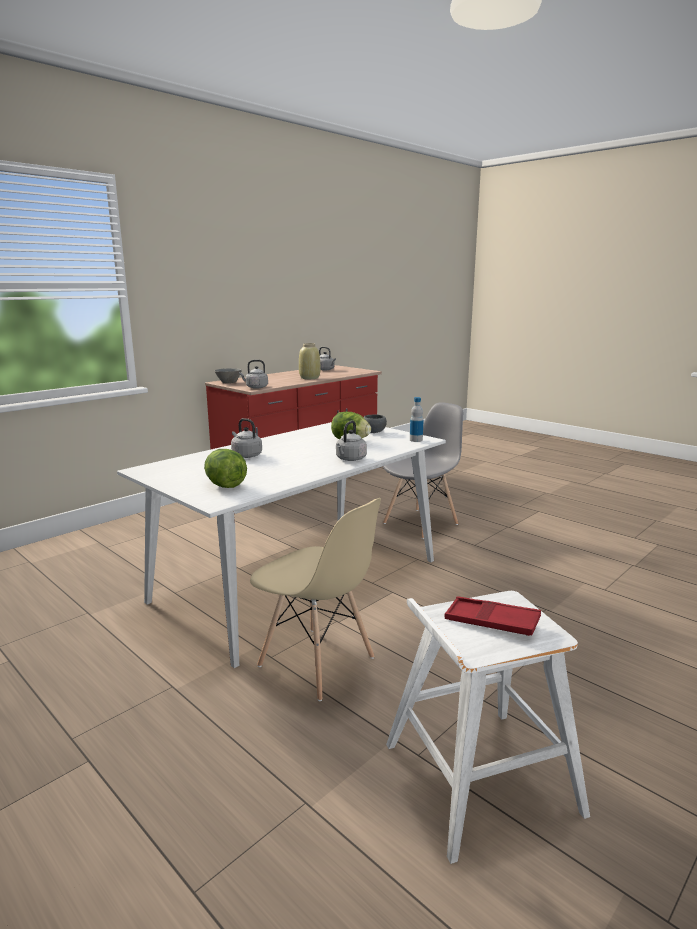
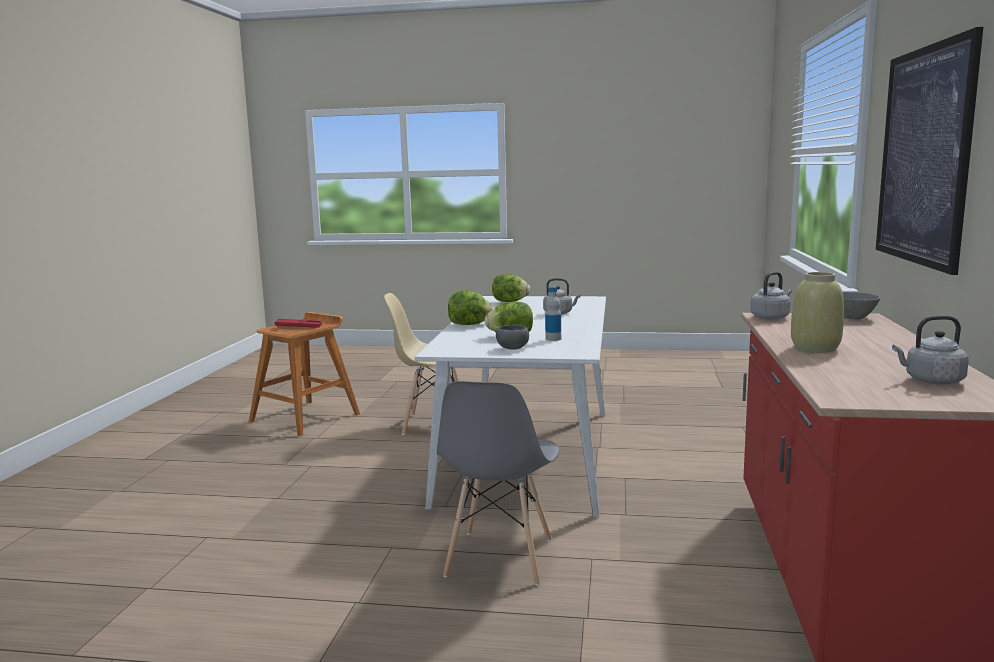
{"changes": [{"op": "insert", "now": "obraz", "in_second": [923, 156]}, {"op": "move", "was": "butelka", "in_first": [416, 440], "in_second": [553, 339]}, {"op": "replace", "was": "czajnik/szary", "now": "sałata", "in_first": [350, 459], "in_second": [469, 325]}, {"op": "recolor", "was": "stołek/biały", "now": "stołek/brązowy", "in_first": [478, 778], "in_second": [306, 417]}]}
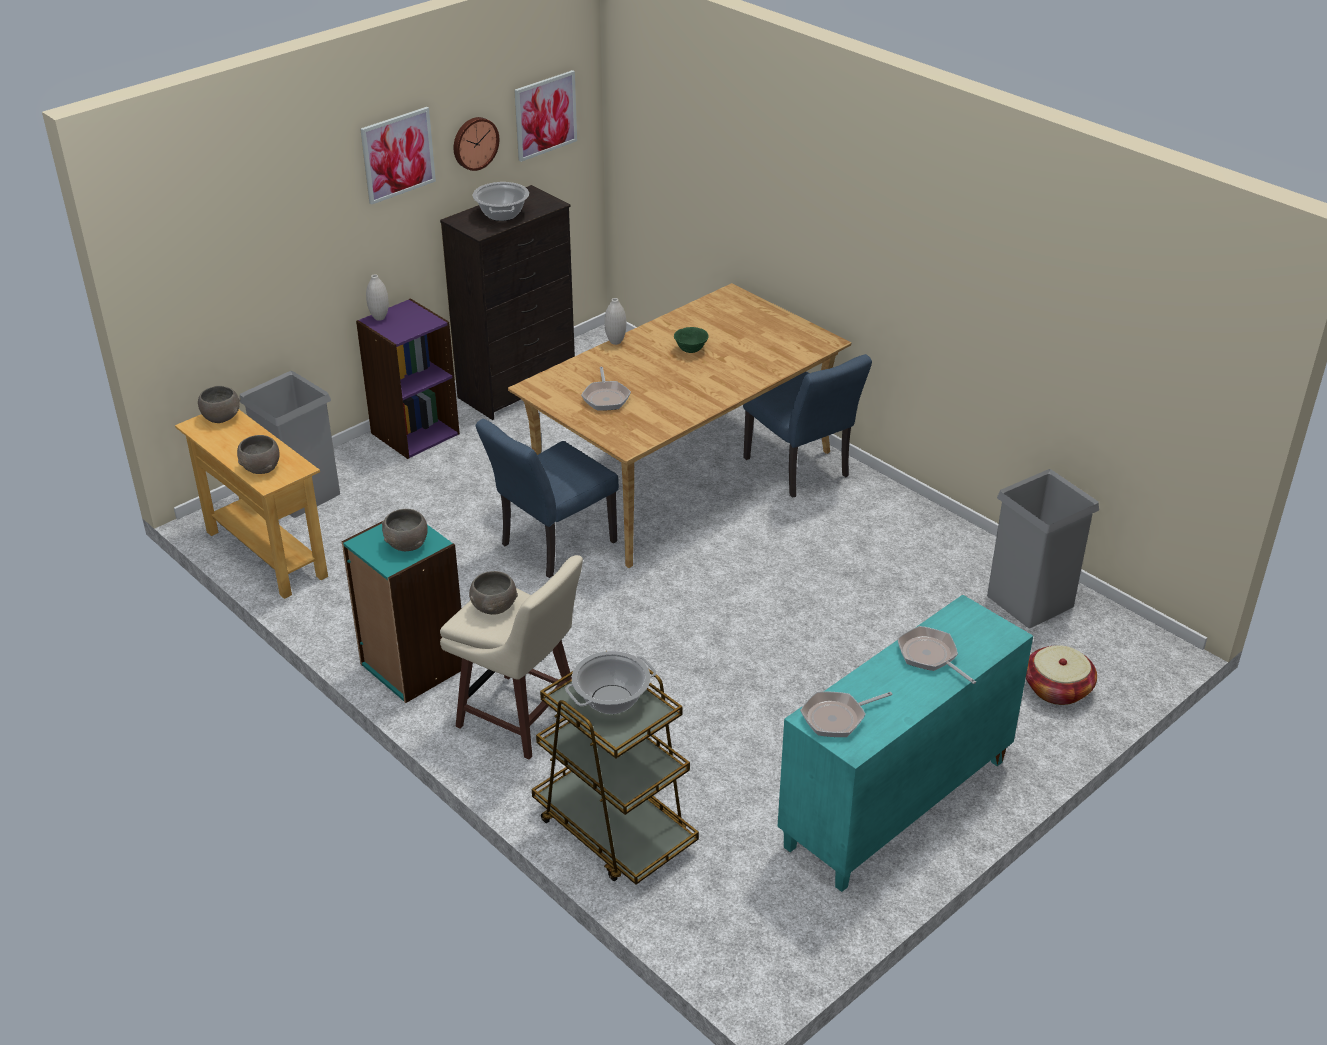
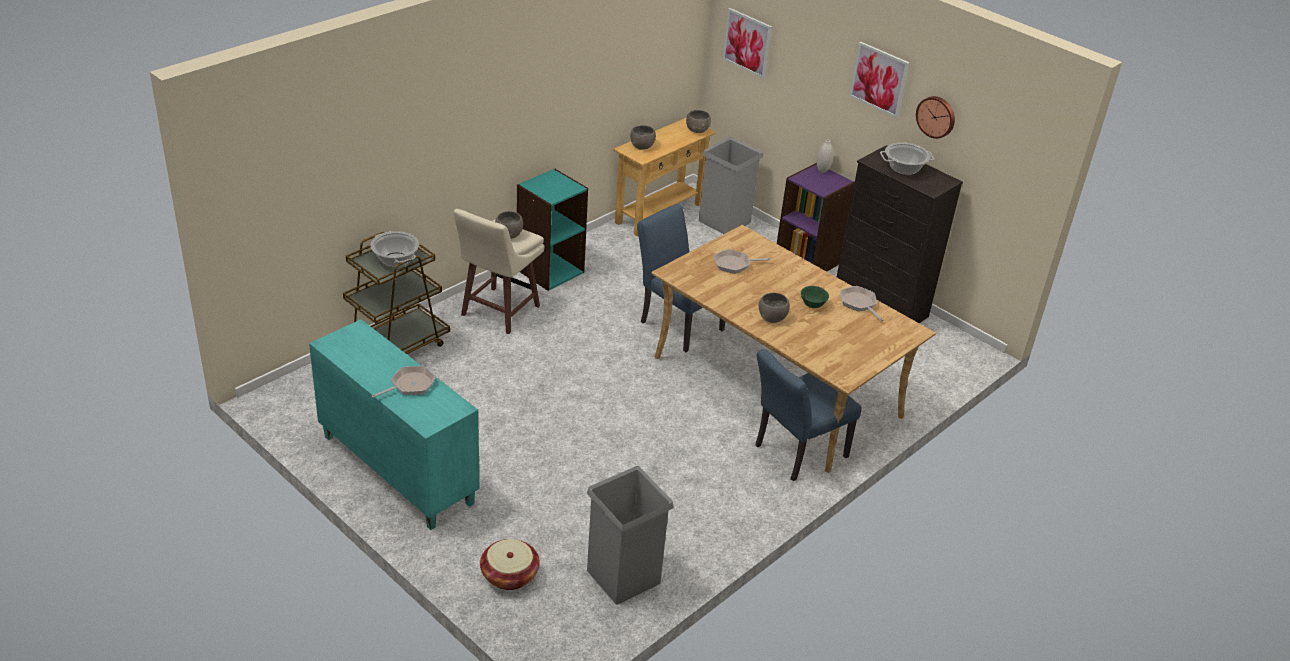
{"changes": [{"op": "delete", "was": "wazon/biały", "in_first": [615, 342]}, {"op": "move", "was": "miska/szary", "in_first": [406, 544], "in_second": [772, 317]}, {"op": "move", "was": "obraz", "in_first": [545, 115], "in_second": [747, 42]}, {"op": "move", "was": "patelnia", "in_first": [837, 717], "in_second": [859, 303]}]}
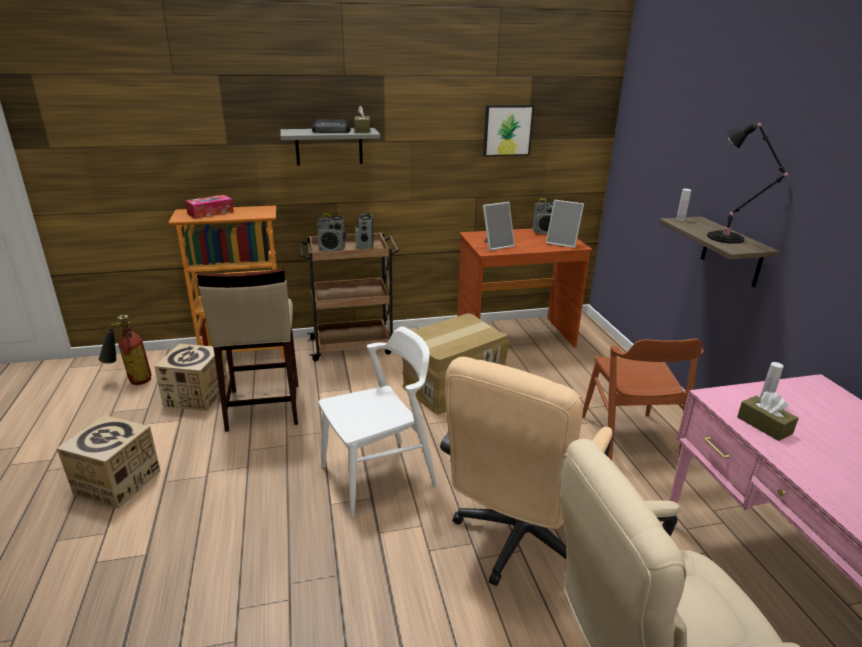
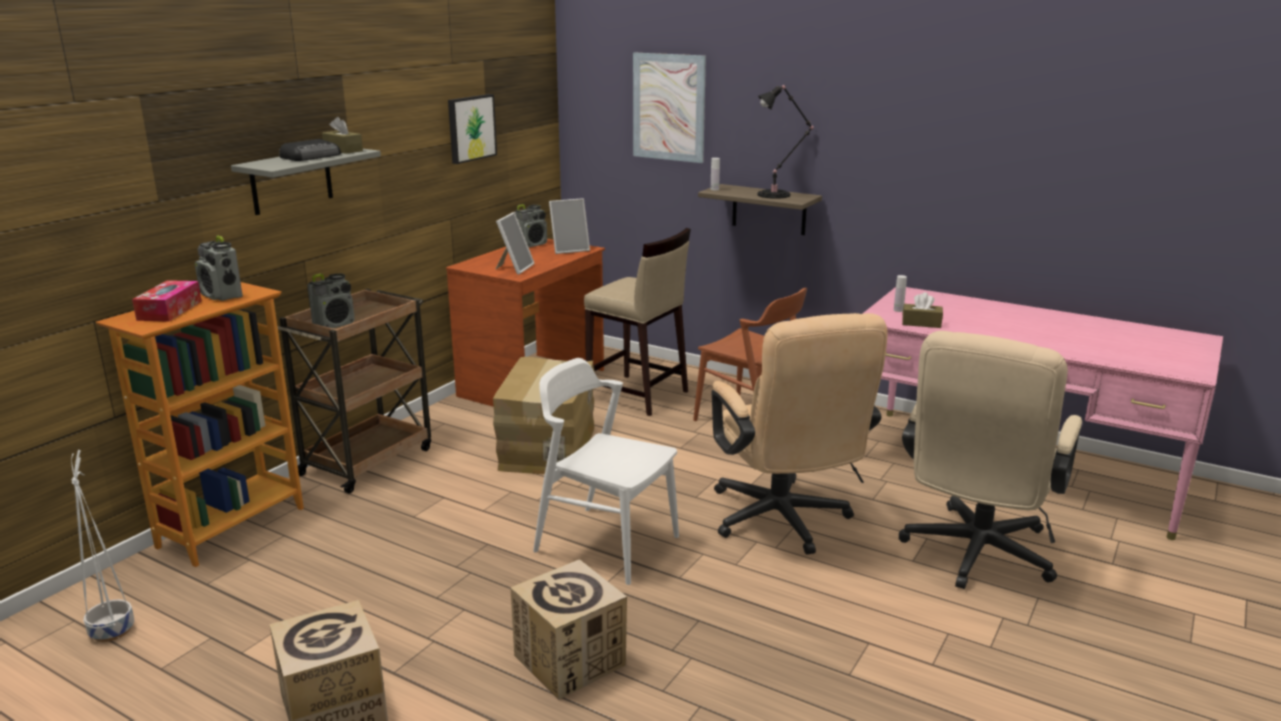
{"changes": [{"op": "insert", "now": "obraz", "in_second": [669, 107]}, {"op": "move", "was": "karton", "in_first": [196, 396], "in_second": [570, 660]}, {"op": "move", "was": "stołek/beżowy", "in_first": [262, 407], "in_second": [637, 395]}, {"op": "move", "was": "radio", "in_first": [365, 246], "in_second": [221, 296]}, {"op": "replace", "was": "gaśnica", "now": "donica/biały", "in_first": [131, 381], "in_second": [112, 630]}, {"op": "rotate", "was": "krzesło/biały", "in_first": [378, 475], "in_second": [606, 543], "clockwise": -75}]}
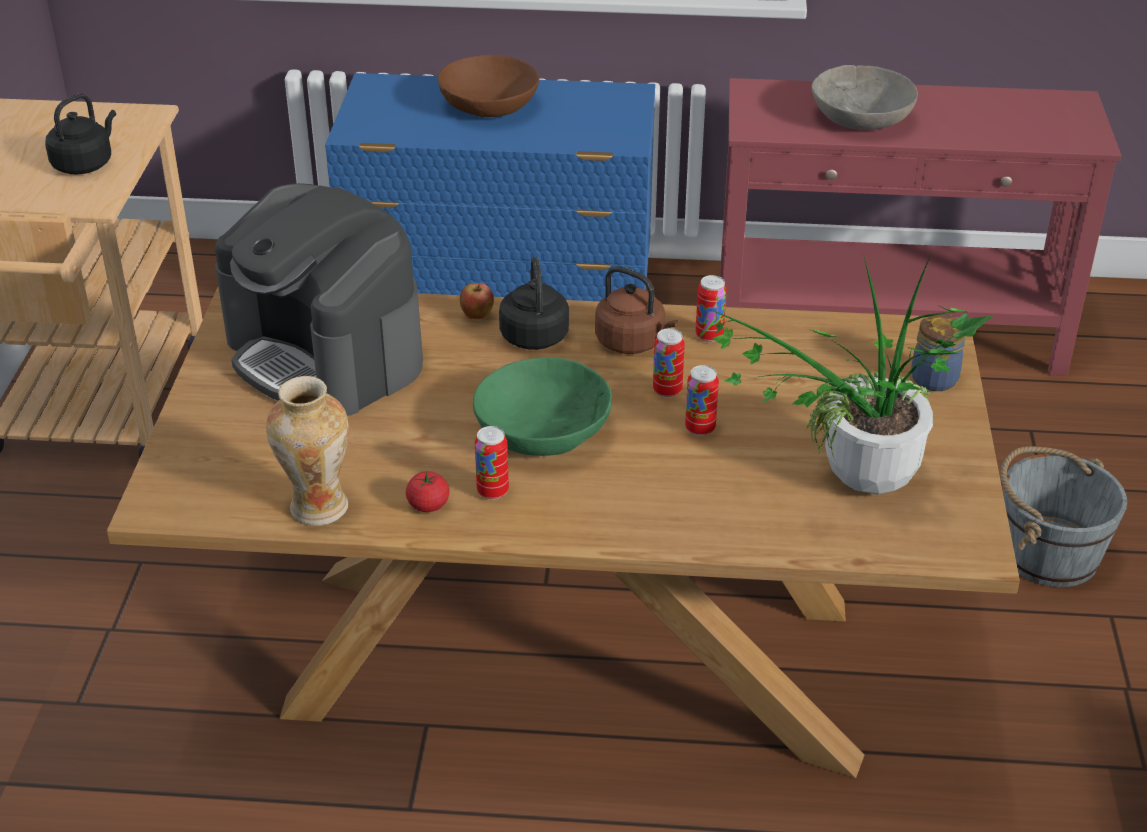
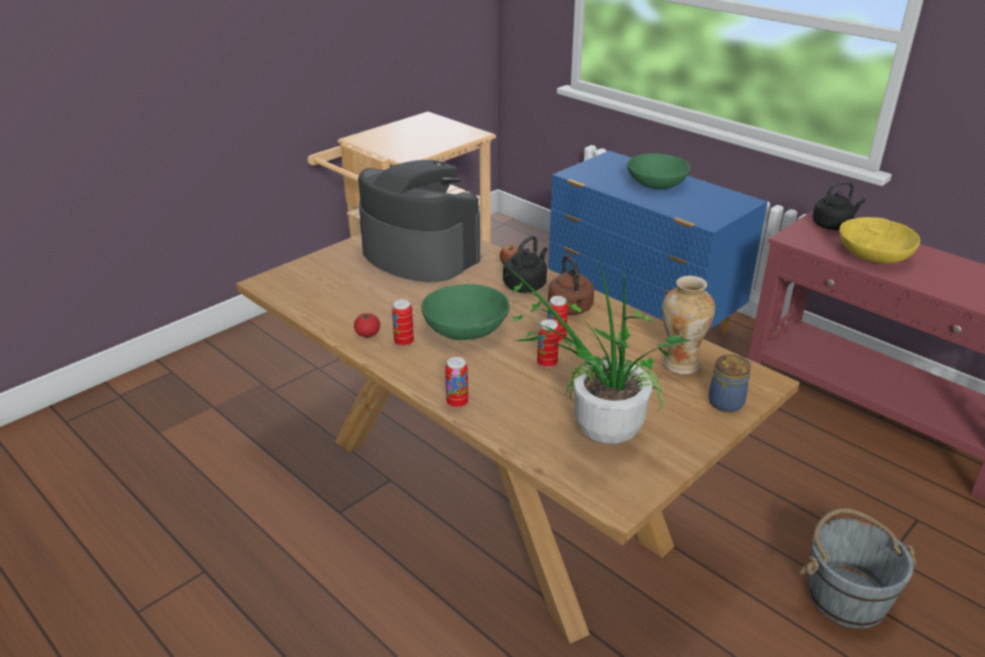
{"changes": [{"op": "move", "was": "czajnik/czarny", "in_first": [85, 164], "in_second": [833, 225]}, {"op": "move", "was": "wazon", "in_first": [317, 508], "in_second": [680, 364]}, {"op": "move", "was": "puszka", "in_first": [709, 336], "in_second": [457, 403]}, {"op": "recolor", "was": "miska/brązowy", "now": "miska/zielony", "in_first": [489, 107], "in_second": [656, 184]}, {"op": "recolor", "was": "miska/szary", "now": "miska/żółty", "in_first": [860, 119], "in_second": [873, 255]}, {"op": "rotate", "was": "ekspres do kawy", "in_first": [326, 354], "in_second": [419, 254], "clockwise": 135}]}
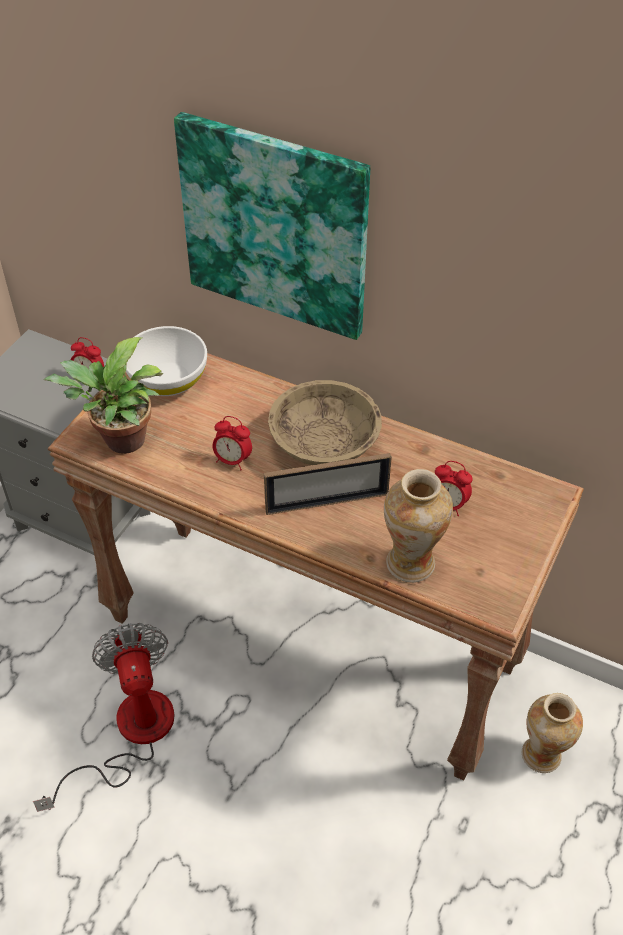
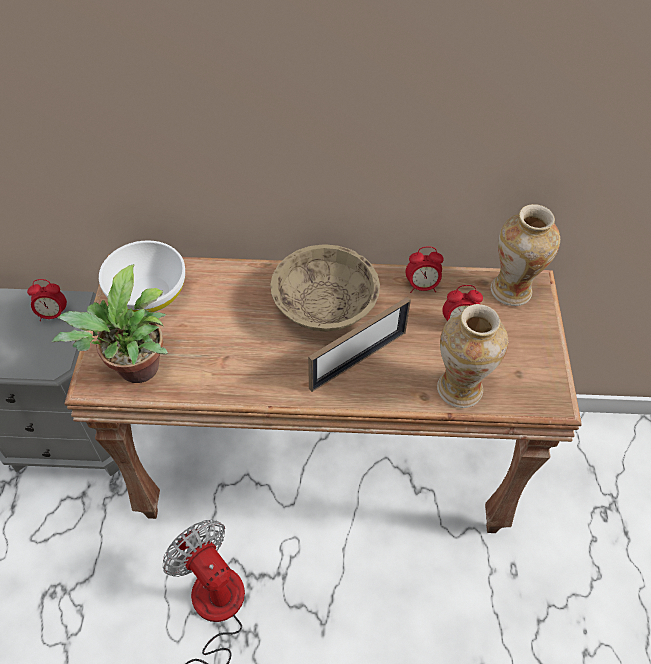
{"changes": [{"op": "delete", "was": "obraz", "in_first": [276, 226]}, {"op": "move", "was": "budzik", "in_first": [232, 460], "in_second": [422, 286]}, {"op": "move", "was": "wazon", "in_first": [542, 755], "in_second": [511, 290]}]}
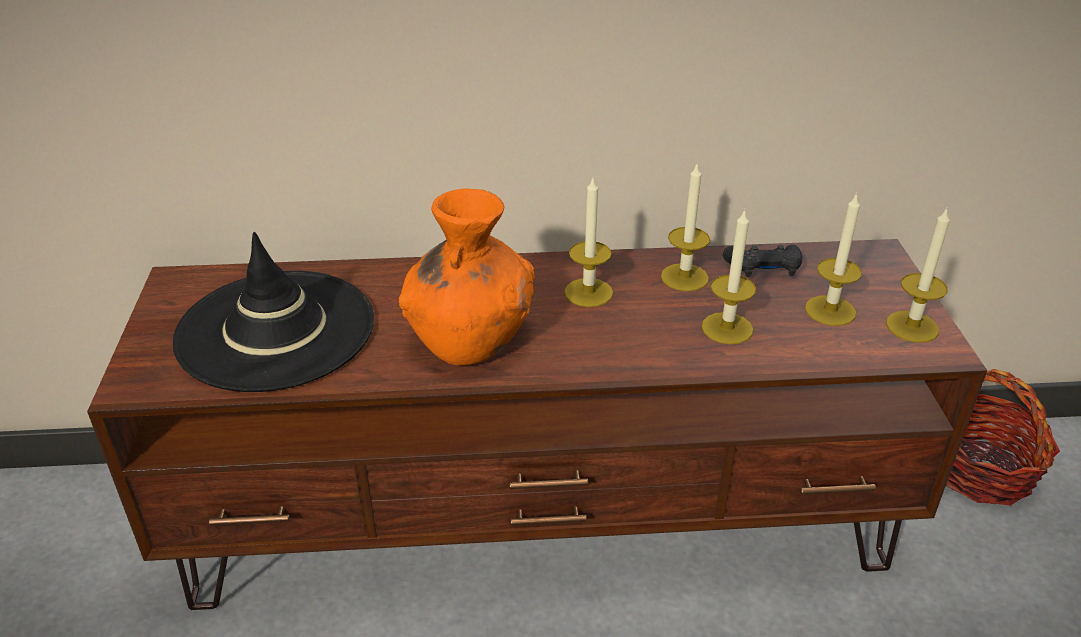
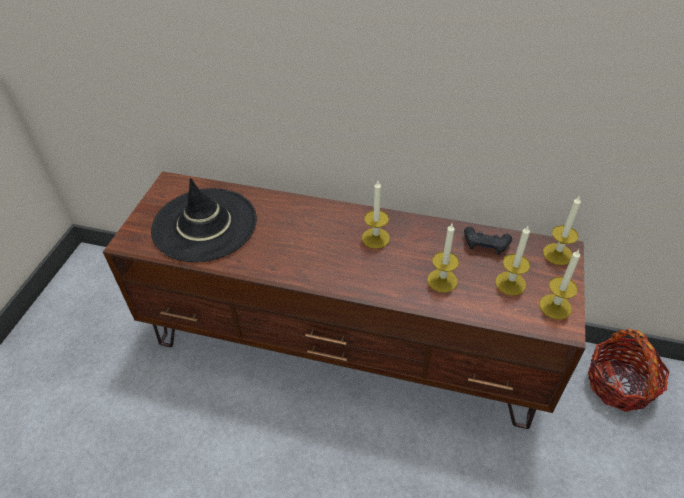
{"changes": [{"op": "delete", "was": "wazon/pomarańczowy", "in_first": [471, 338]}, {"op": "move", "was": "świeca", "in_first": [684, 277], "in_second": [557, 254]}]}
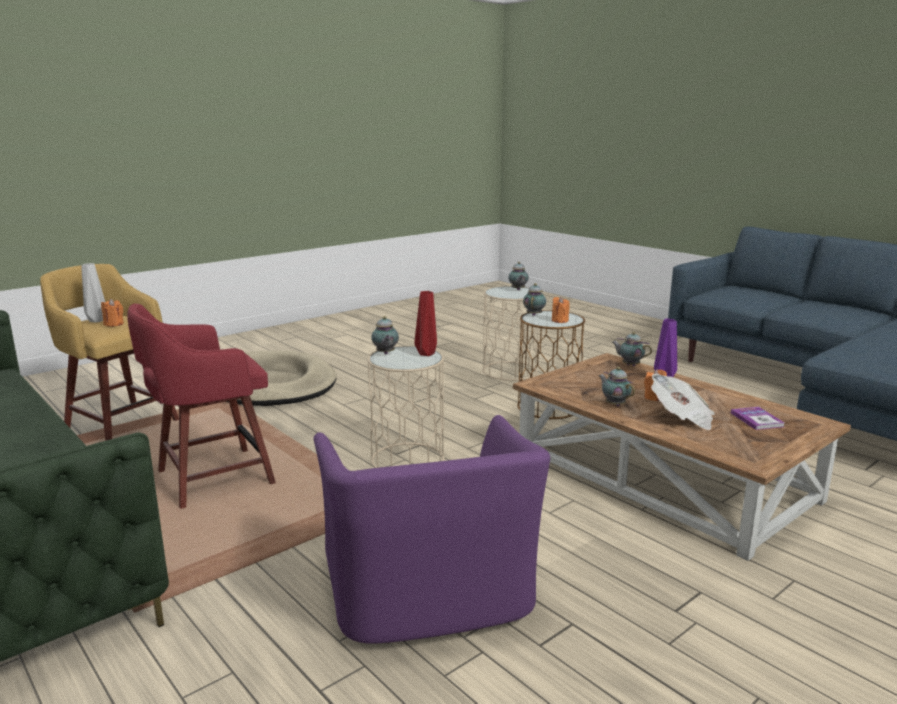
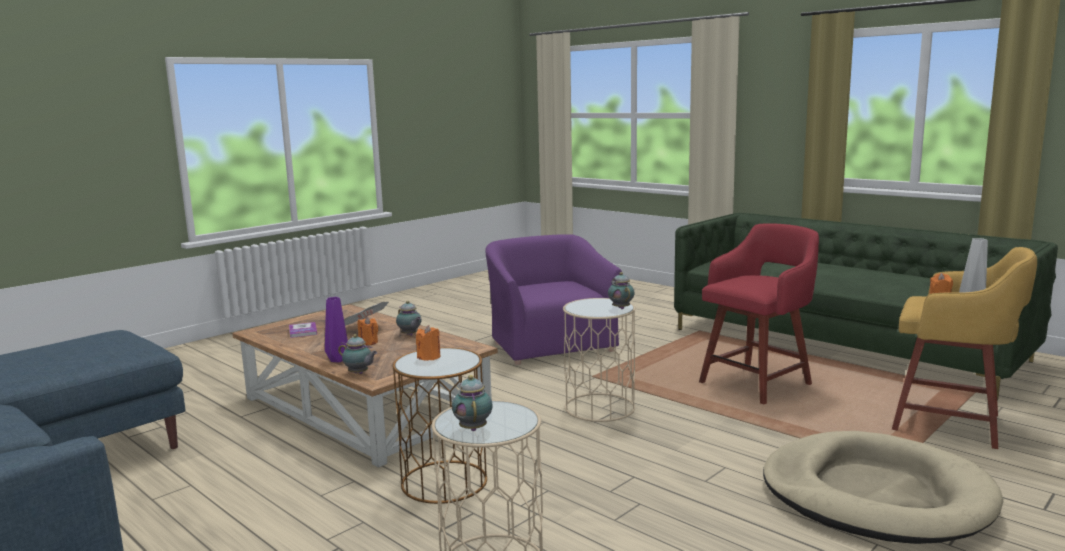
{"changes": [{"op": "delete", "was": "wazon/czerwony", "in_first": [427, 353]}, {"op": "delete", "was": "imbryk", "in_first": [534, 314]}]}
